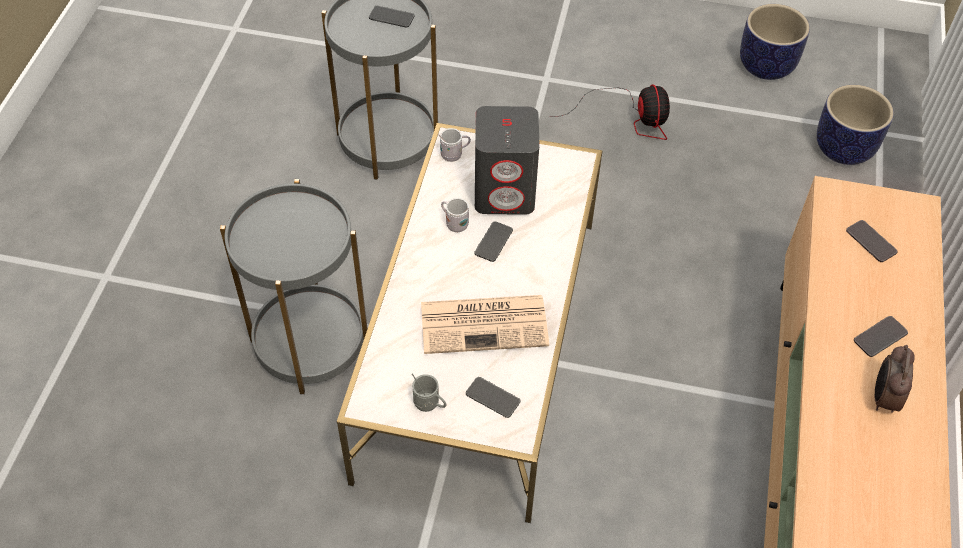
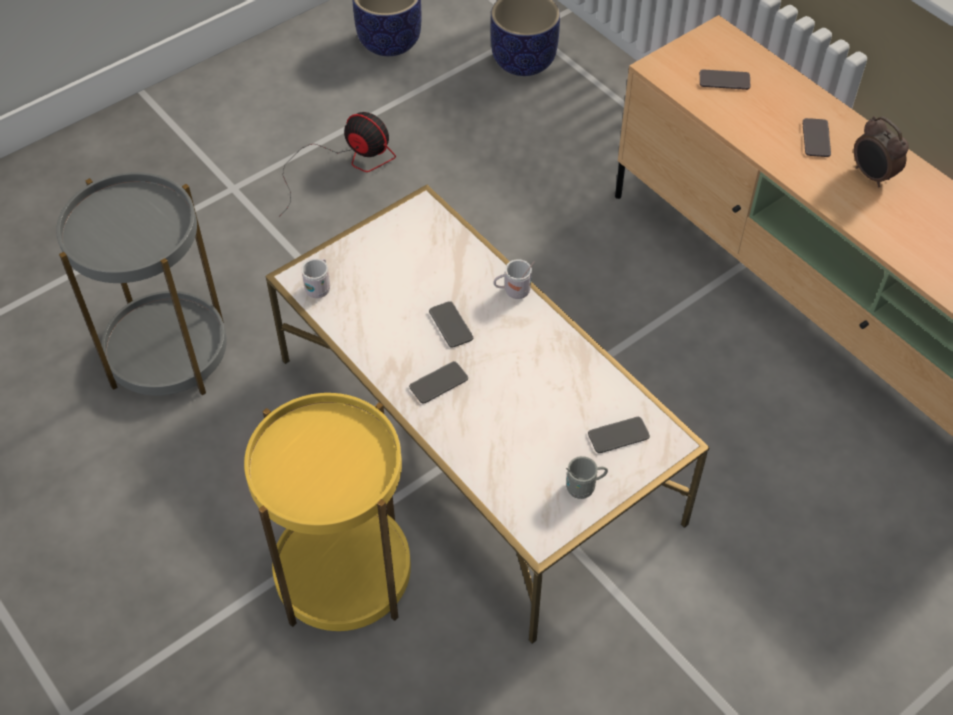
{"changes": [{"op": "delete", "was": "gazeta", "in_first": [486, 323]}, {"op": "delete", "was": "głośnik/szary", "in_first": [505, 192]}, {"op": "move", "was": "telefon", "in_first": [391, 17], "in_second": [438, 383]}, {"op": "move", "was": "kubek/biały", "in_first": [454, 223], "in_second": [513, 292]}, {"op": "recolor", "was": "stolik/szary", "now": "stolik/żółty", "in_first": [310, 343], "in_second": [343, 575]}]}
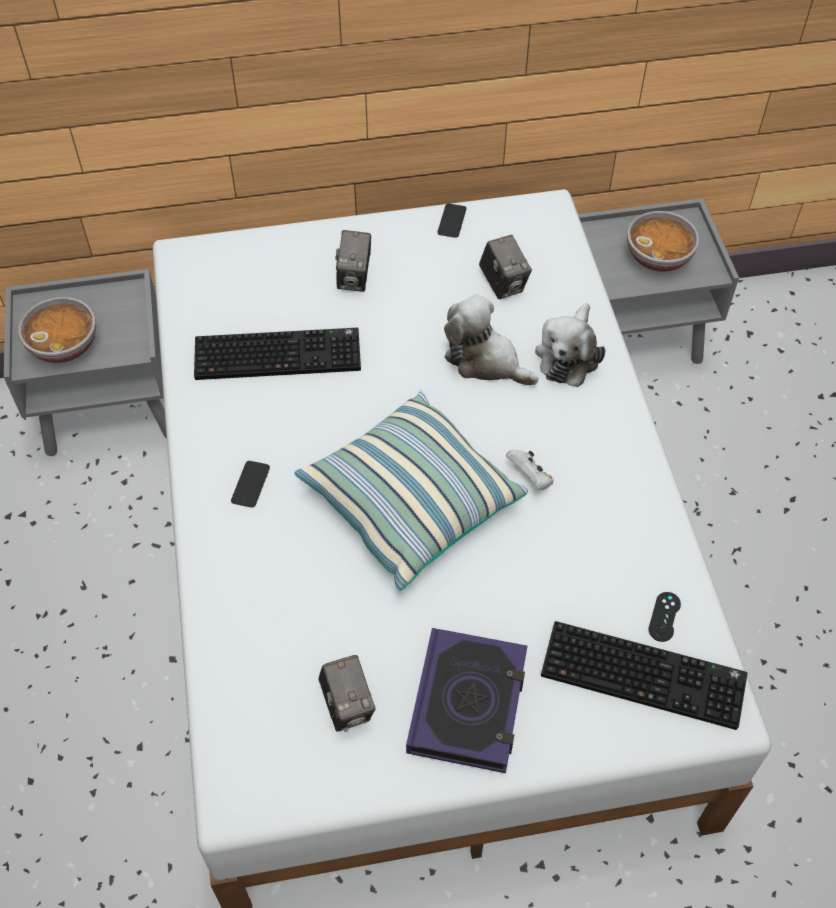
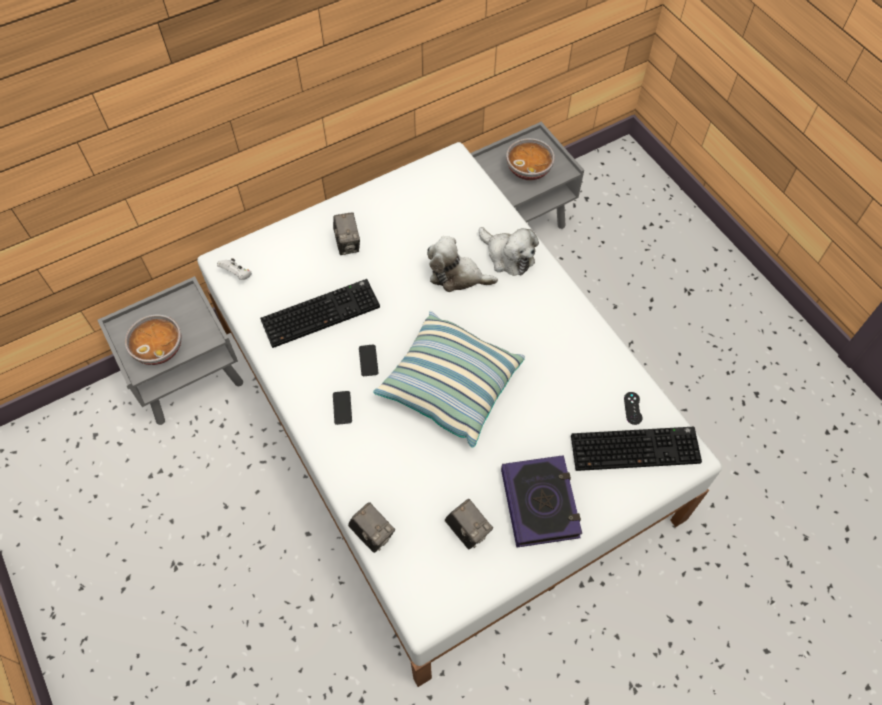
{"changes": [{"op": "move", "was": "telefon", "in_first": [452, 221], "in_second": [368, 360]}, {"op": "move", "was": "aparat fotograficzny", "in_first": [503, 284], "in_second": [372, 534]}, {"op": "move", "was": "pad do gier/biały", "in_first": [530, 478], "in_second": [237, 275]}, {"op": "rotate", "was": "pluszak", "in_first": [568, 355], "in_second": [508, 256], "clockwise": -45}]}
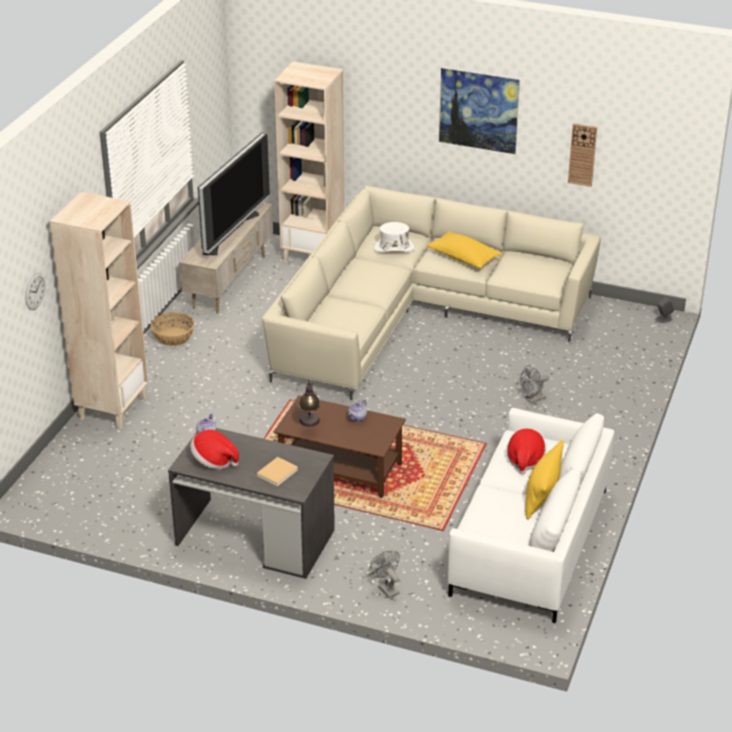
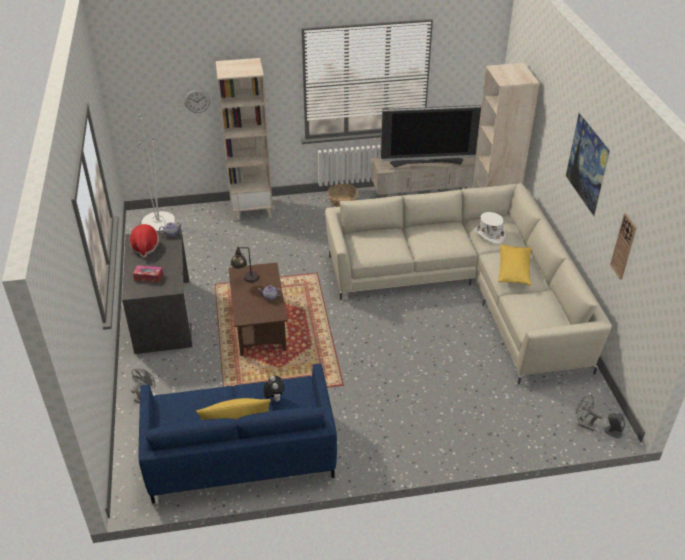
{"changes": [{"op": "insert", "now": "lampa stojąca/biały", "in_second": [158, 221]}, {"op": "move", "was": "wentylator/szary", "in_first": [532, 399], "in_second": [583, 424]}, {"op": "replace", "was": "książka/beżowy", "now": "pudełko chusteczek", "in_first": [278, 472], "in_second": [148, 277]}, {"op": "replace", "was": "kapelusz", "now": "pluszak", "in_first": [525, 460], "in_second": [274, 398]}, {"op": "recolor", "was": "kanapa/biały", "now": "kanapa/niebieski", "in_first": [529, 541], "in_second": [240, 453]}]}
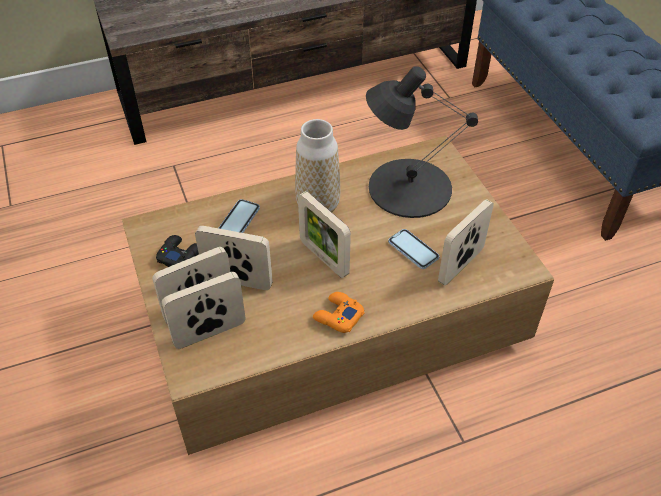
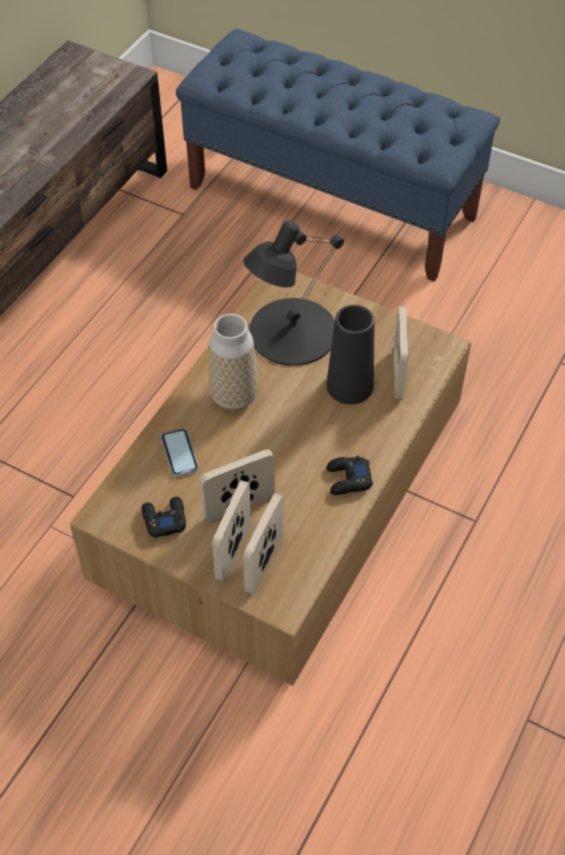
{"changes": [{"op": "delete", "was": "ramka na zdjęcie", "in_first": [324, 258]}, {"op": "replace", "was": "telefon", "now": "wazon/czarny", "in_first": [413, 250], "in_second": [349, 386]}, {"op": "recolor", "was": "pad do gier/pomarańczowy", "now": "pad do gier/czarny", "in_first": [338, 316], "in_second": [348, 479]}]}
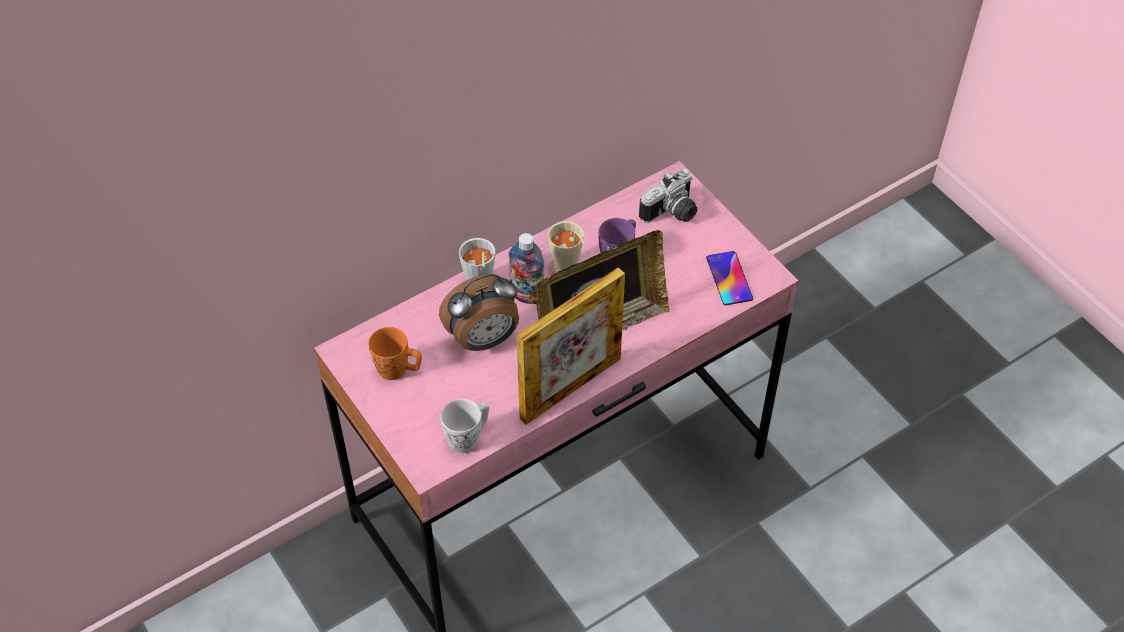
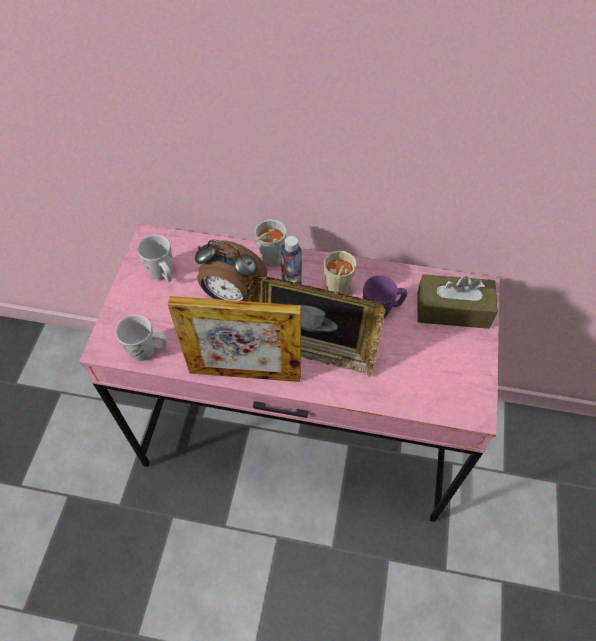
{"changes": [{"op": "delete", "was": "telefon", "in_first": [729, 278]}, {"op": "replace", "was": "aparat fotograficzny", "now": "pudełko chusteczek/brązowy", "in_first": [672, 213], "in_second": [452, 310]}, {"op": "recolor", "was": "kubek/pomarańczowy", "now": "kubek/biały", "in_first": [398, 370], "in_second": [163, 274]}]}
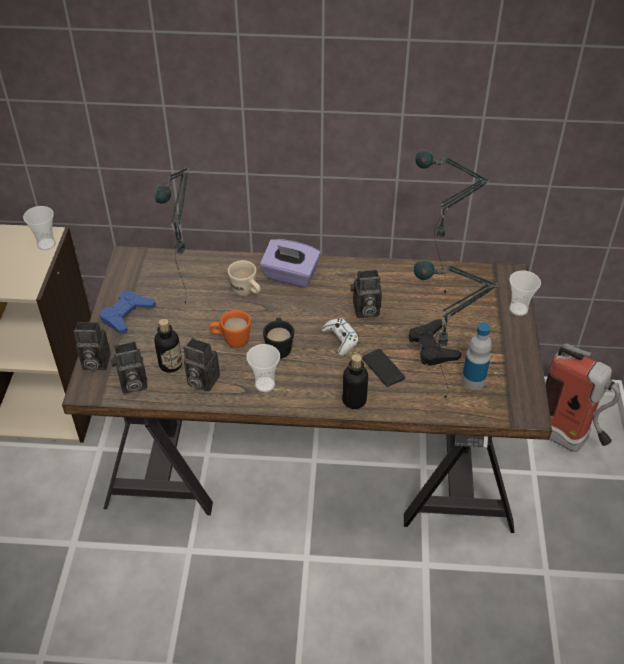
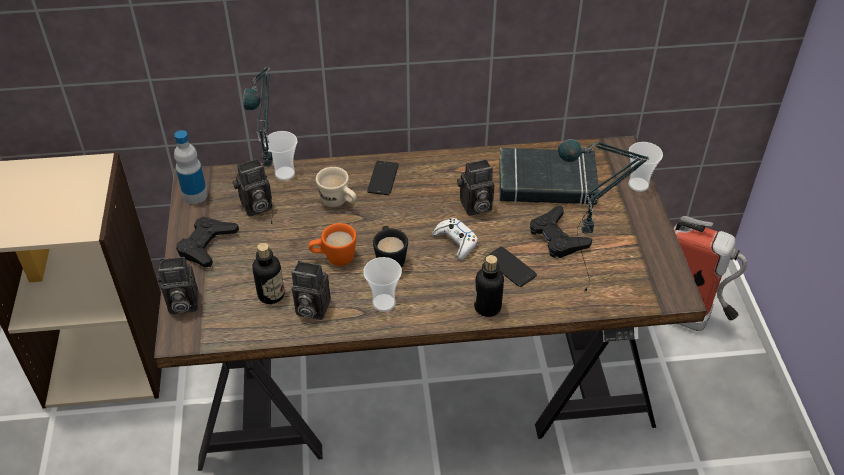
{"changes": [{"op": "move", "was": "filiżanka", "in_first": [46, 244], "in_second": [285, 173]}, {"op": "move", "was": "aparat fotograficzny", "in_first": [132, 384], "in_second": [255, 207]}, {"op": "move", "was": "butelka", "in_first": [473, 381], "in_second": [195, 195]}, {"op": "replace", "was": "pudełko chusteczek/fioletowy", "now": "telefon", "in_first": [290, 276], "in_second": [383, 178]}, {"op": "replace", "was": "lampa stołowa", "now": "książka/czarny", "in_first": [434, 298], "in_second": [547, 183]}, {"op": "recolor", "was": "pad do gier/niebieski", "now": "pad do gier/czarny", "in_first": [127, 315], "in_second": [207, 245]}]}
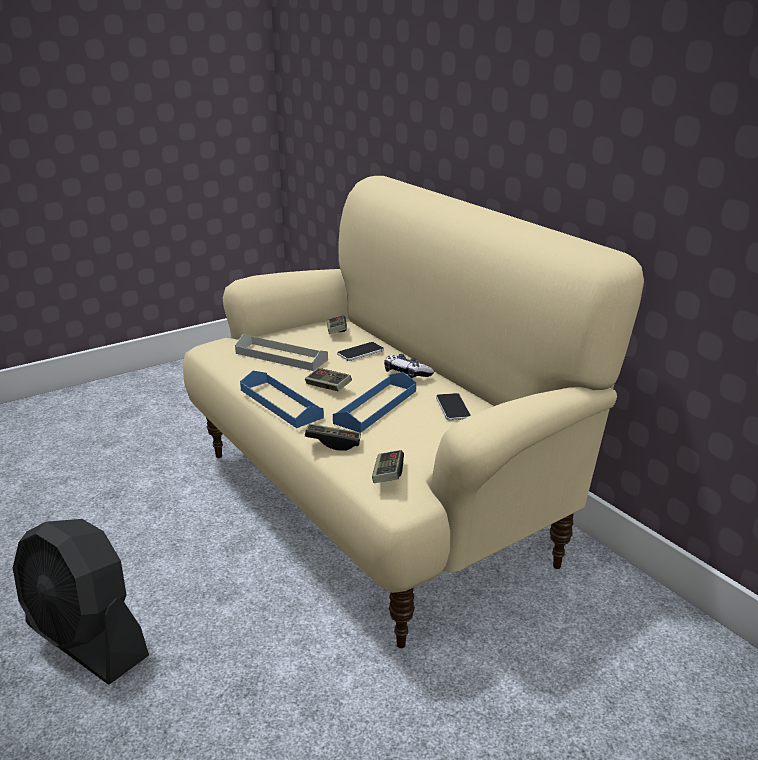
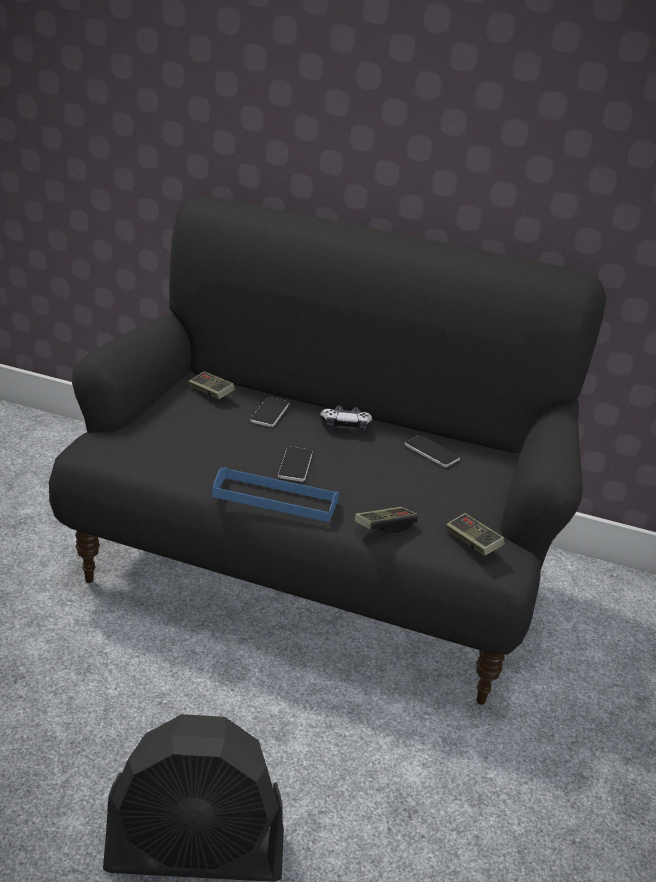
{"changes": [{"op": "delete", "was": "taca/szary", "in_first": [281, 356]}, {"op": "delete", "was": "taca/niebieski", "in_first": [376, 406]}, {"op": "replace", "was": "pad do gier", "now": "telefon", "in_first": [328, 387], "in_second": [295, 465]}, {"op": "recolor", "was": "kanapa/beżowy", "now": "kanapa/czarny", "in_first": [378, 503], "in_second": [313, 571]}]}
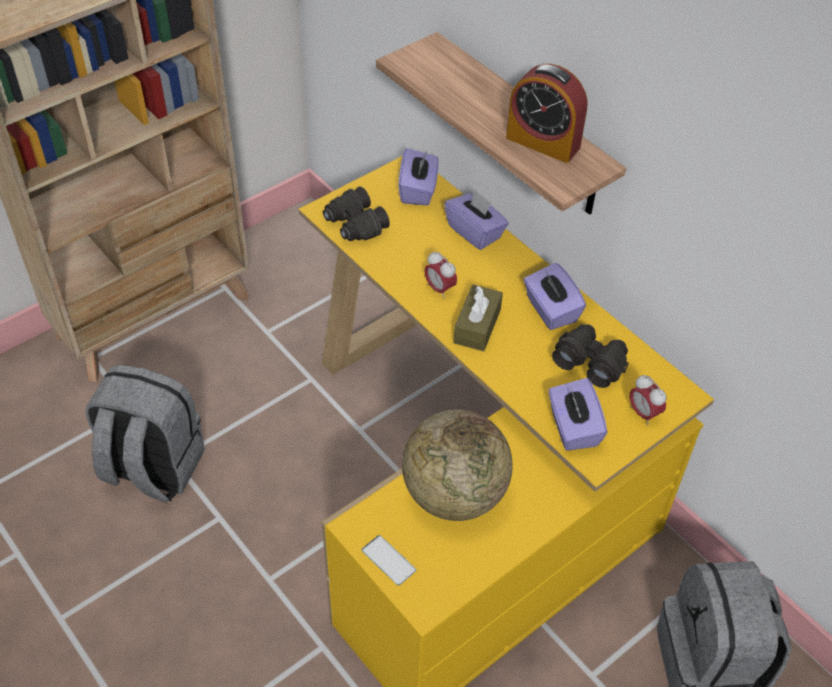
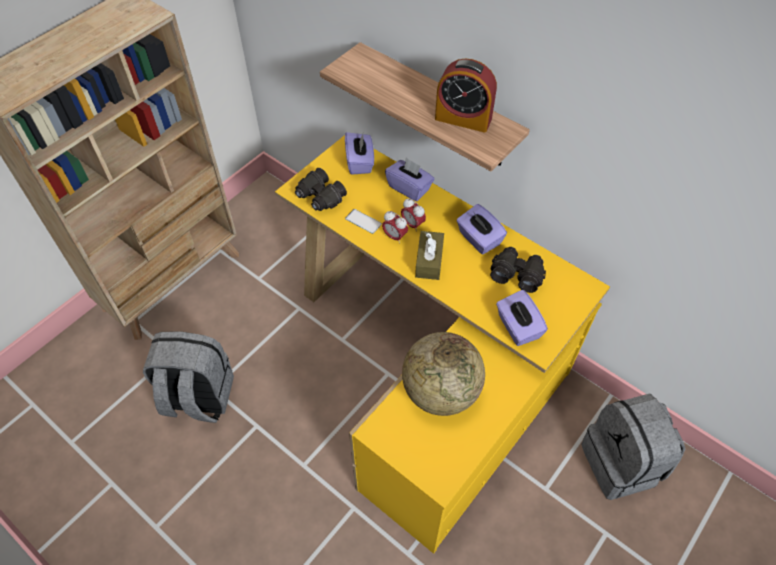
{"changes": [{"op": "move", "was": "telefon", "in_first": [388, 560], "in_second": [363, 221]}, {"op": "move", "was": "budzik", "in_first": [643, 413], "in_second": [412, 224]}]}
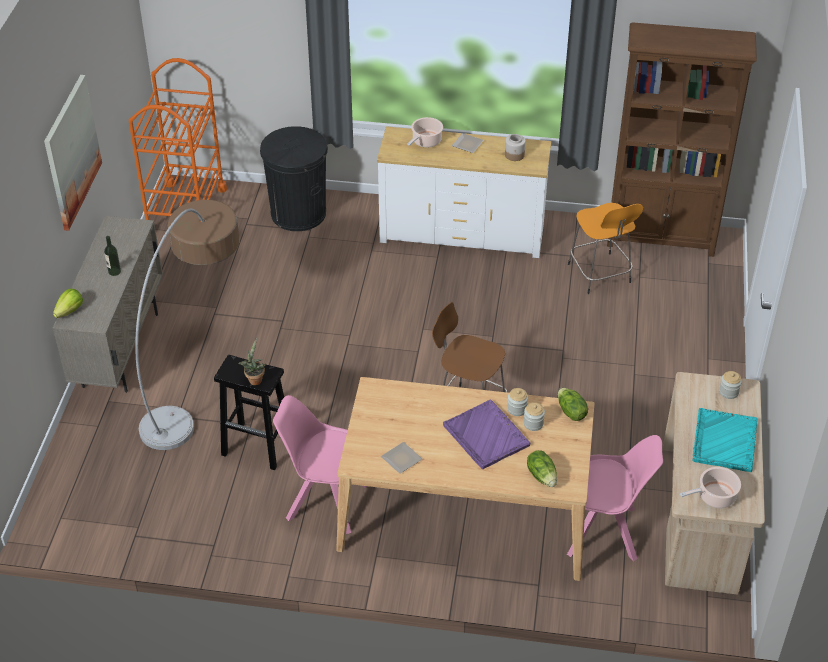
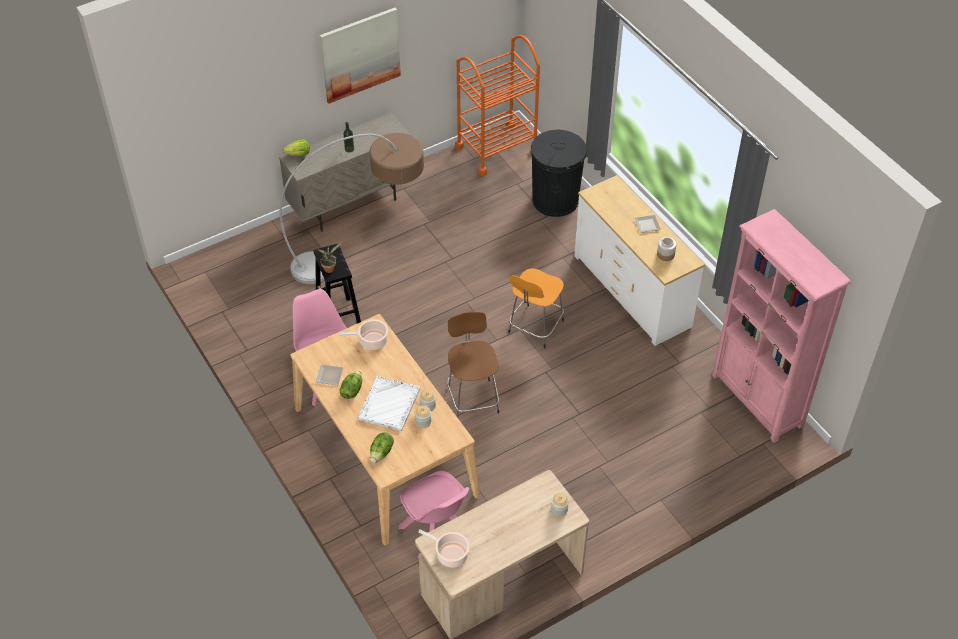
{"changes": [{"op": "delete", "was": "taca/turkusowy", "in_first": [724, 441]}, {"op": "move", "was": "garnek", "in_first": [425, 141], "in_second": [371, 341]}, {"op": "move", "was": "sałata", "in_first": [570, 412], "in_second": [351, 390]}, {"op": "move", "was": "stołek/pomarańczowy", "in_first": [600, 275], "in_second": [535, 328]}, {"op": "recolor", "was": "taca/fioletowy", "now": "taca/biały", "in_first": [486, 436], "in_second": [389, 404]}, {"op": "recolor", "was": "regał/brązowy", "now": "regał/różowy", "in_first": [661, 238], "in_second": [757, 401]}]}
